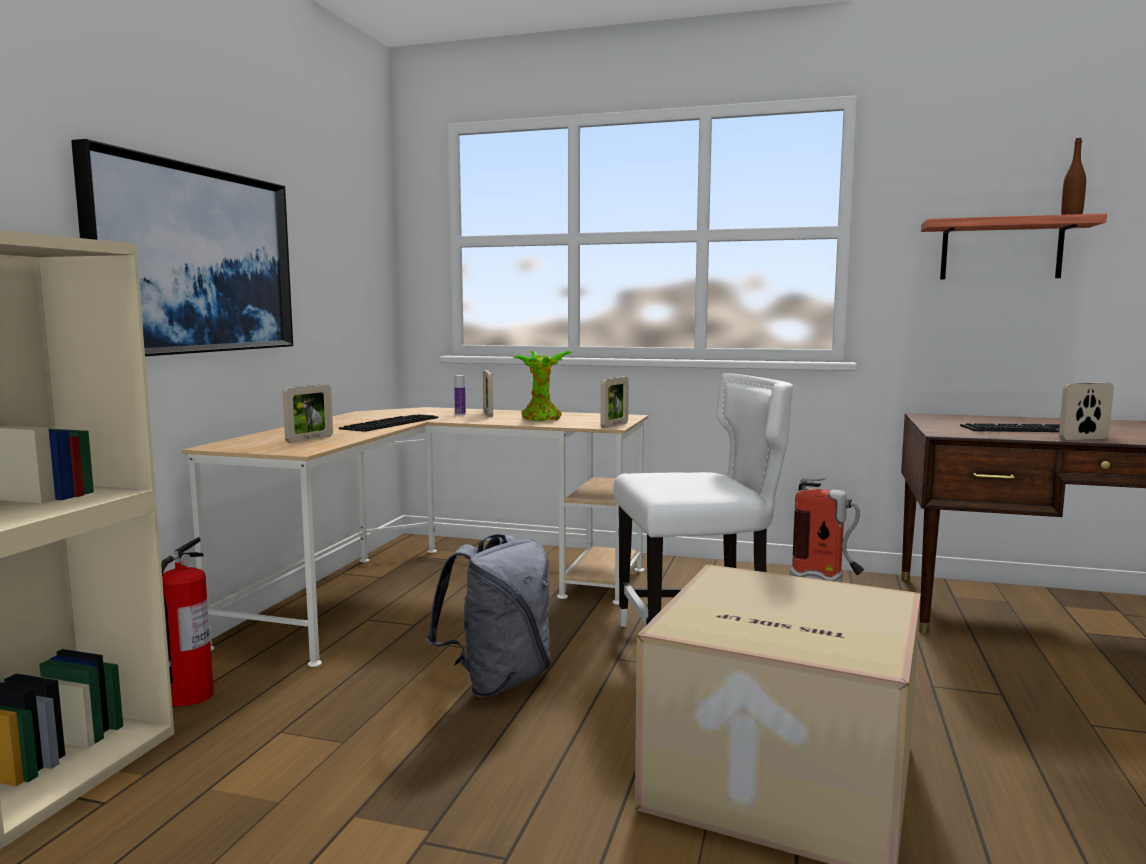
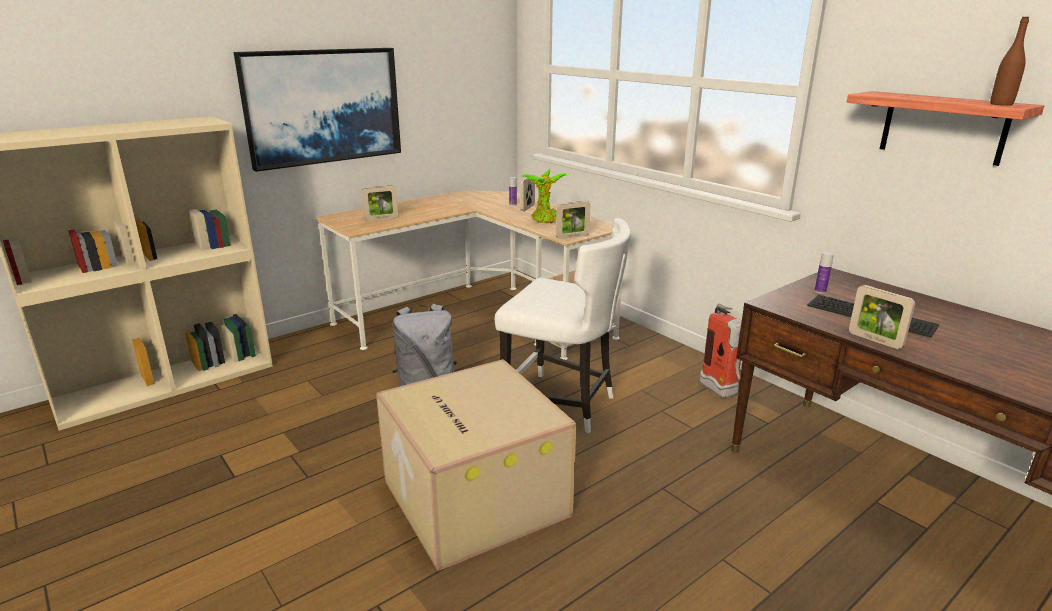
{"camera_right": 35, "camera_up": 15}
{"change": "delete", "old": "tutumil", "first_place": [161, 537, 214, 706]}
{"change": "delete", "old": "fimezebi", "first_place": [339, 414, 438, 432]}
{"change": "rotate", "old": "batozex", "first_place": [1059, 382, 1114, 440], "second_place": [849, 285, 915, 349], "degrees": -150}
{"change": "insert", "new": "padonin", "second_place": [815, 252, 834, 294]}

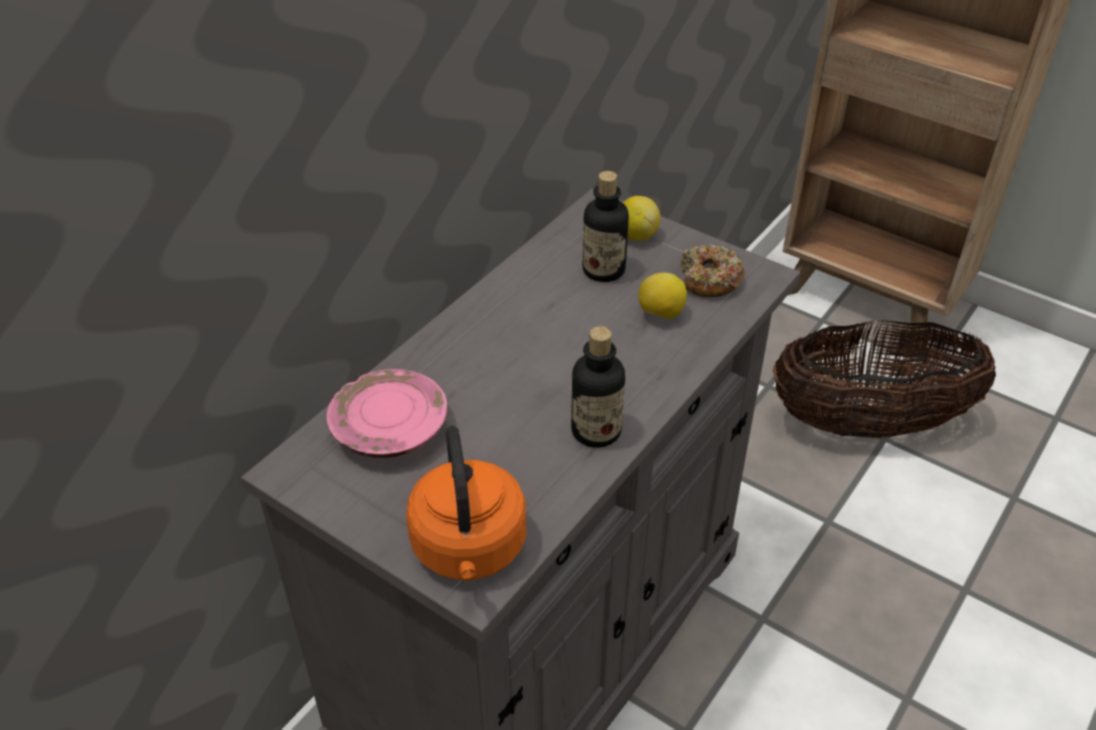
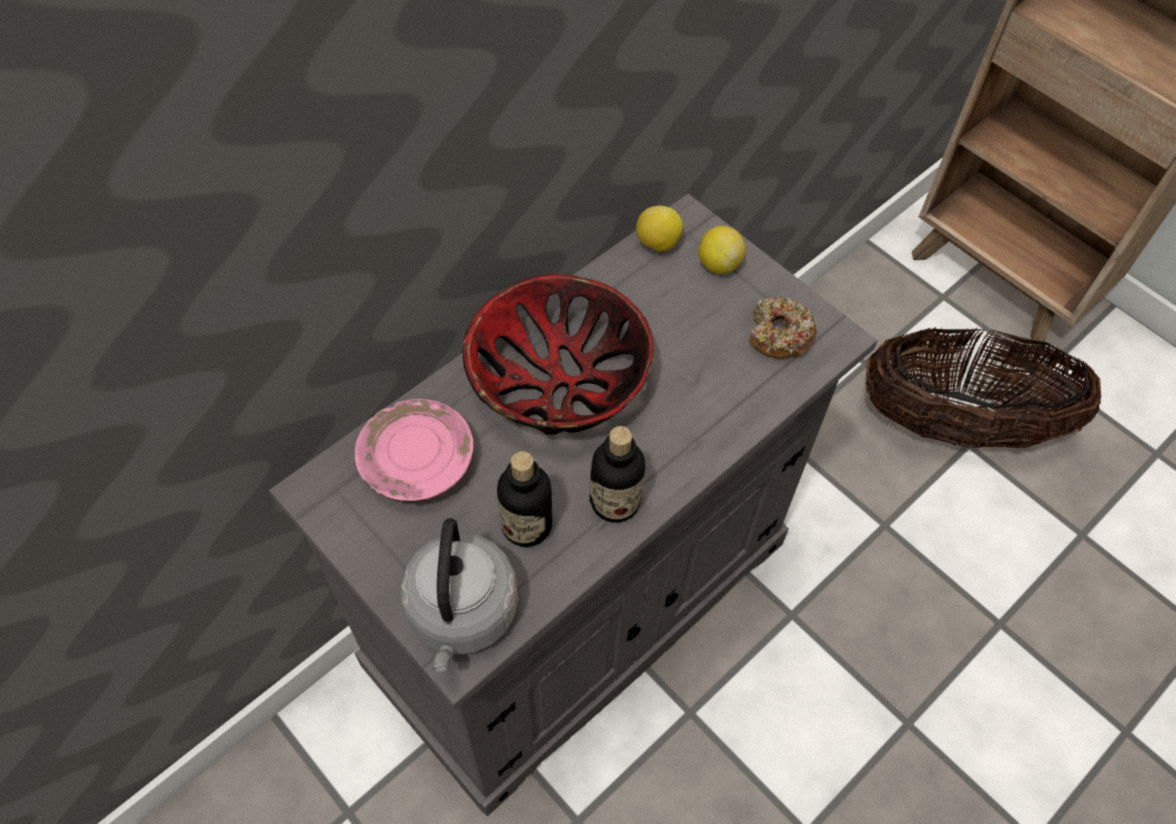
{"camera_right": 10, "camera_up": 15}
{"change": "recolor", "old": "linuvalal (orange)", "new": "linuvalal (grey)", "first_place": [406, 426, 526, 581], "second_place": [401, 518, 518, 671]}
{"change": "move", "old": "padonin", "first_place": [582, 171, 629, 282], "second_place": [497, 451, 552, 547]}
{"change": "move", "old": "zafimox", "first_place": [638, 273, 687, 319], "second_place": [636, 206, 683, 252]}
{"change": "insert", "new": "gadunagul", "second_place": [463, 274, 654, 435]}

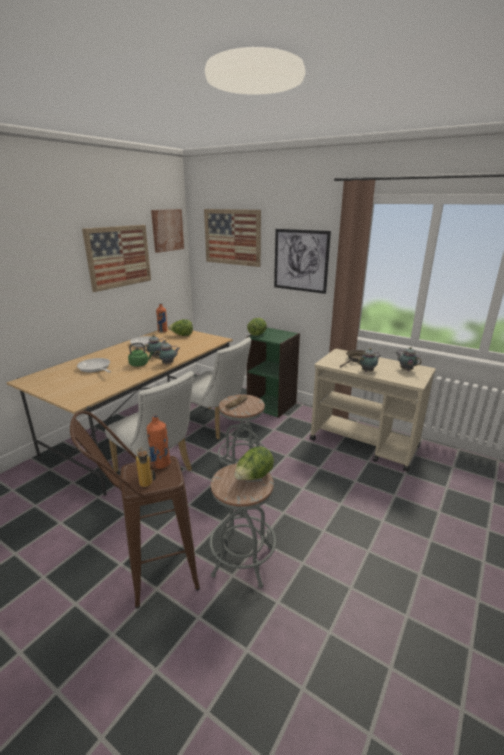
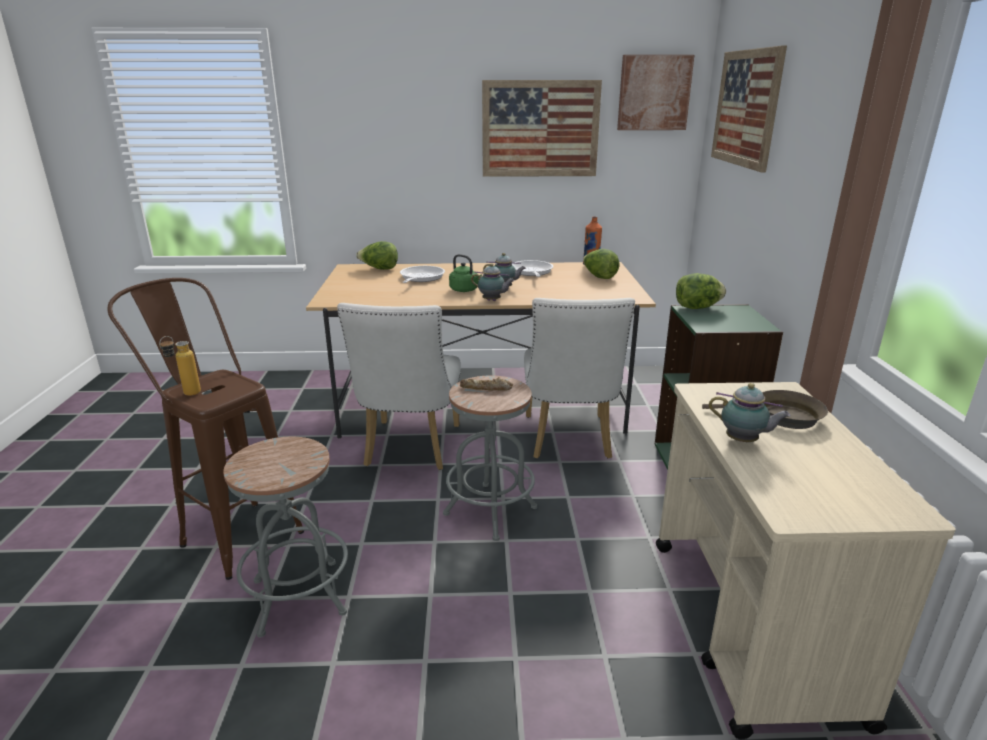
{"camera_right": 55, "camera_up": 0}
{"change": "delete", "old": "padonin (orange)", "first_place": [147, 415, 171, 469]}
{"change": "move", "old": "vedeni", "first_place": [234, 446, 274, 480], "second_place": [356, 241, 398, 270]}
{"change": "delete", "old": "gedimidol", "first_place": [274, 229, 331, 294]}
{"change": "delete", "old": "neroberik", "first_place": [396, 347, 422, 371]}

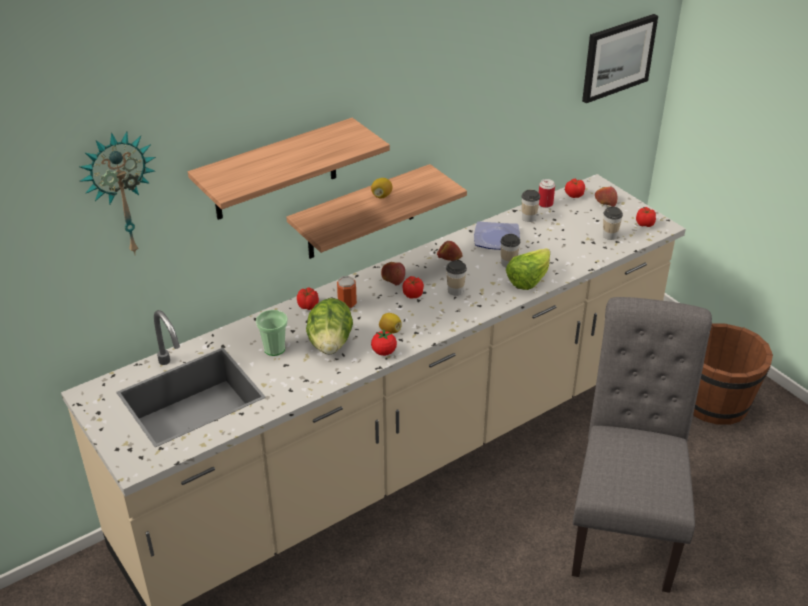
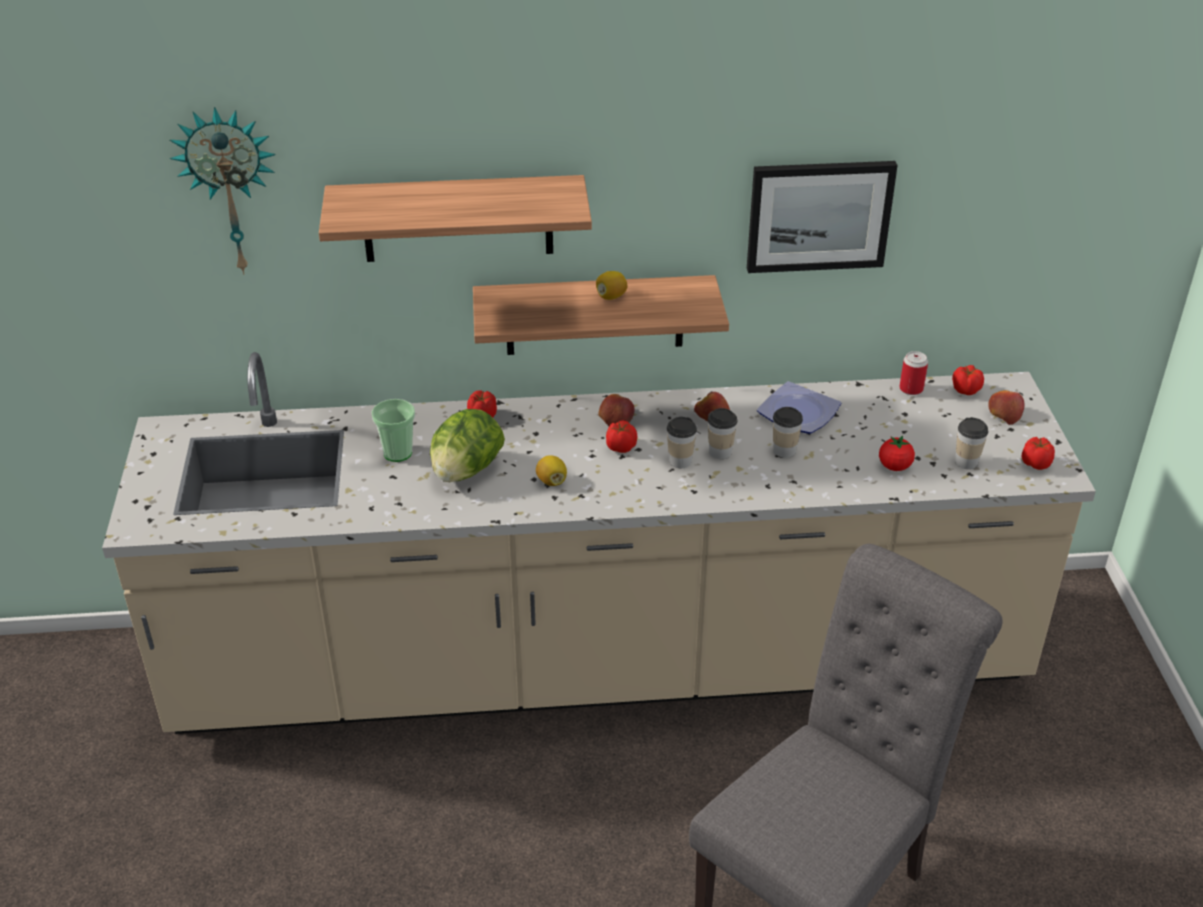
{"camera_right": 30, "camera_up": 0}
{"change": "delete", "old": "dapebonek", "first_place": [337, 276, 357, 309]}
{"change": "move", "old": "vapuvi", "first_place": [371, 329, 397, 356], "second_place": [879, 435, 915, 471]}
{"change": "delete", "old": "vedeni", "first_place": [506, 248, 550, 290]}
{"change": "move", "old": "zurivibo", "first_place": [522, 190, 540, 222], "second_place": [708, 408, 738, 459]}
{"change": "move", "old": "gedimidol", "first_place": [582, 14, 658, 103], "second_place": [747, 161, 898, 273]}
{"change": "delete", "old": "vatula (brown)", "first_place": [693, 323, 773, 425]}

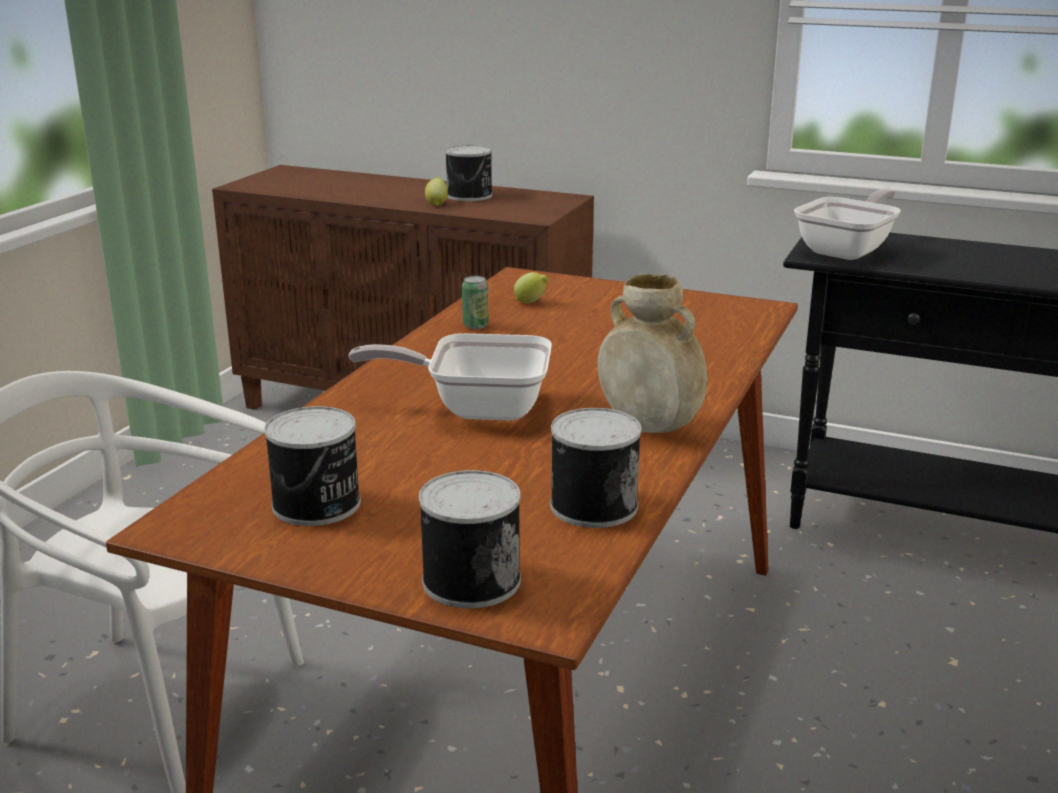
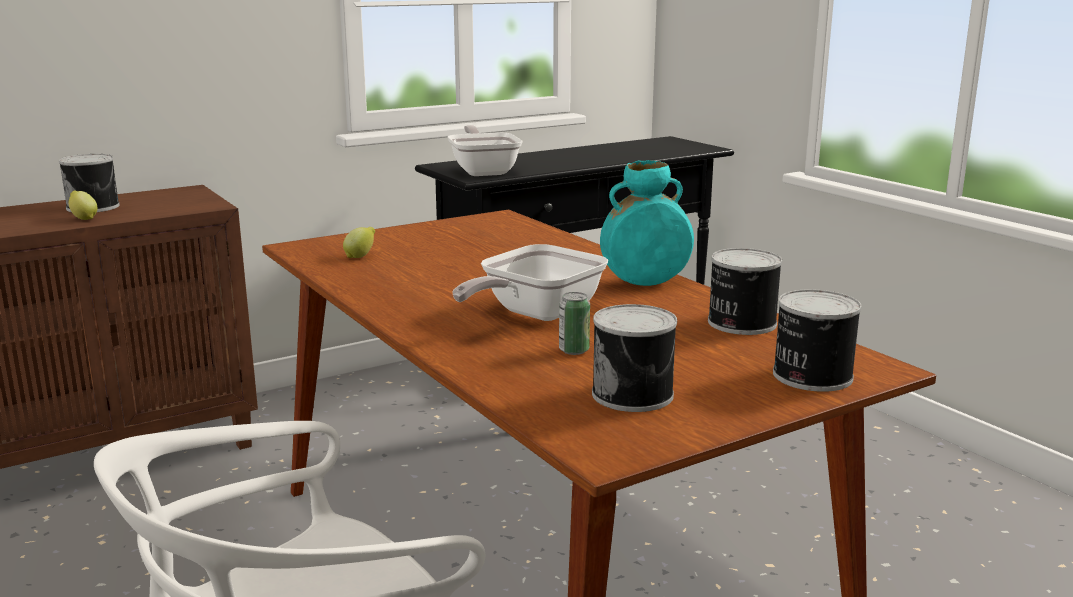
{"camera_right": -55, "camera_up": -5}
{"change": "move", "old": "dapebonek", "first_place": [462, 276, 489, 329], "second_place": [559, 292, 590, 355]}
{"change": "recolor", "old": "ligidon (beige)", "new": "ligidon (turquoise)", "first_place": [597, 273, 708, 433], "second_place": [600, 160, 694, 286]}

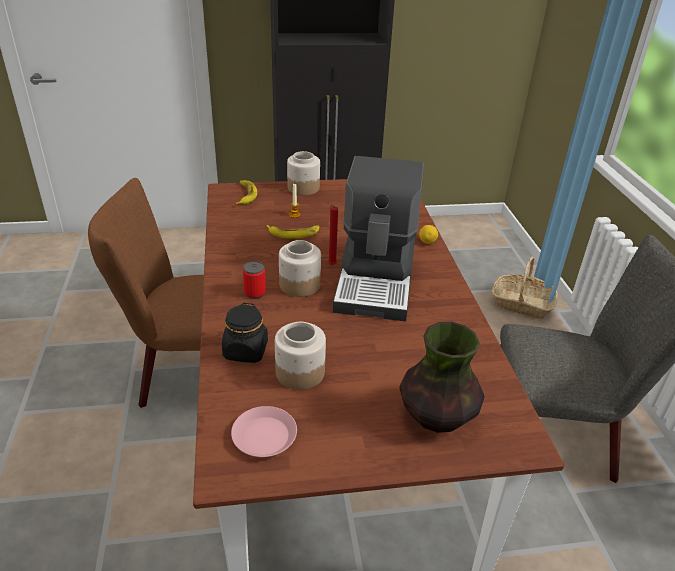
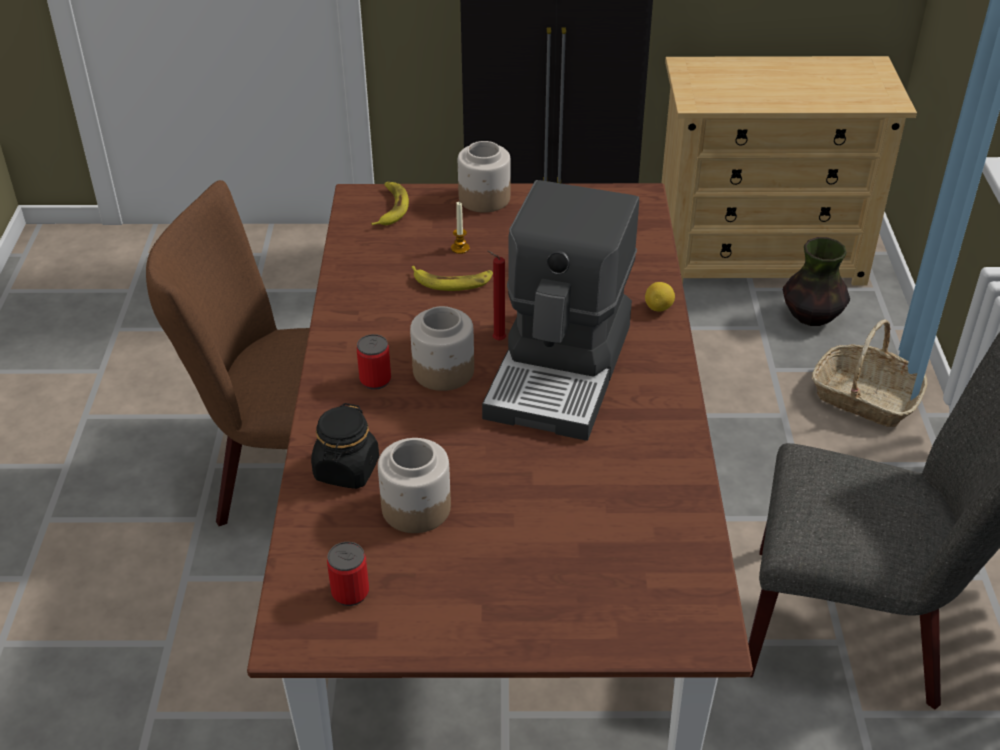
{"camera_right": 10, "camera_up": 5}
{"change": "replace", "old": "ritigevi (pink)", "new": "dapebonek", "first_place": [231, 406, 297, 457], "second_place": [327, 542, 369, 606]}
{"change": "move", "old": "ligidon", "first_place": [400, 322, 485, 433], "second_place": [783, 237, 850, 326]}
{"change": "insert", "new": "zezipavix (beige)", "second_place": [662, 56, 917, 286]}

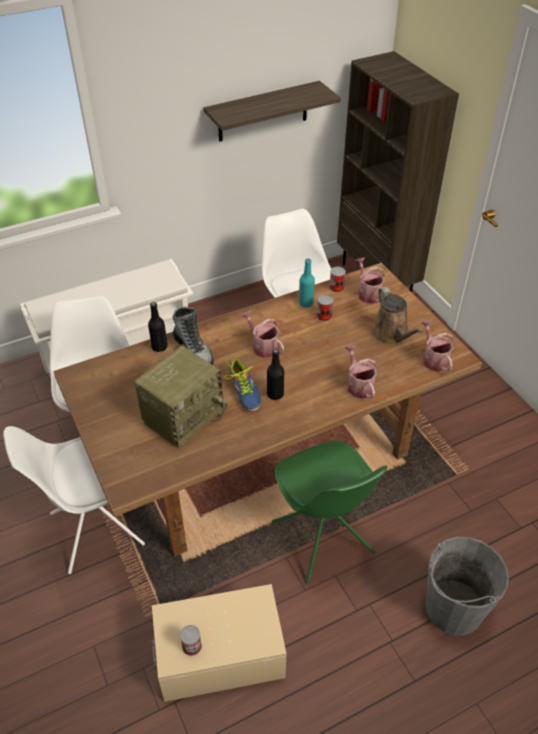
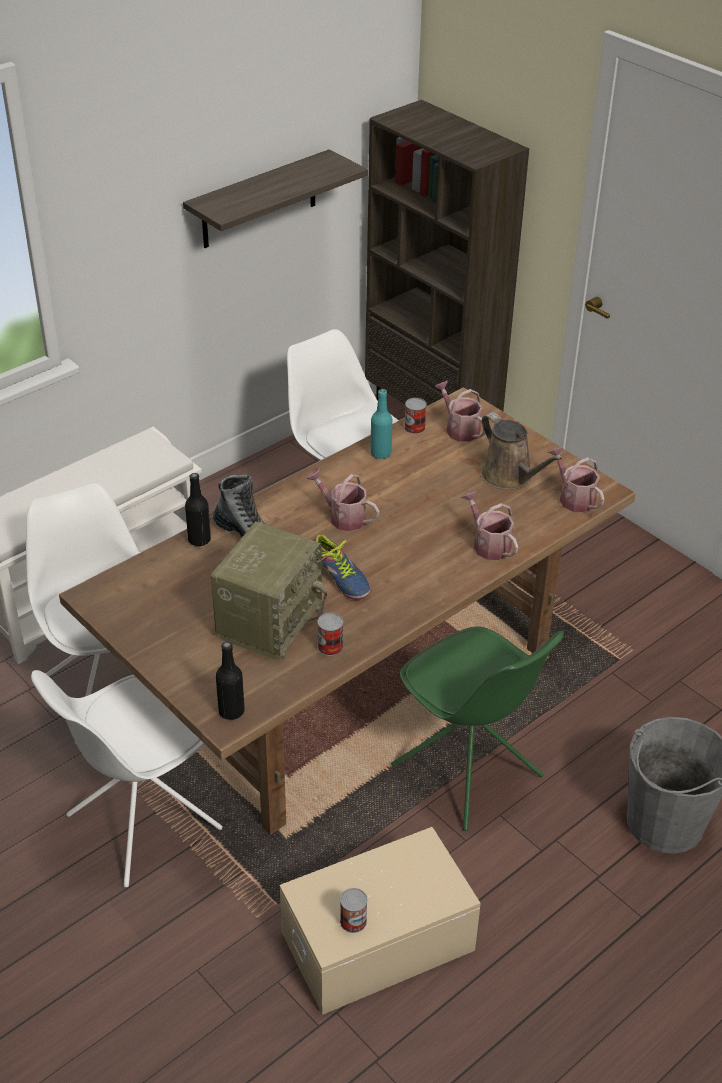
{"camera_right": -15, "camera_up": -5}
{"change": "move", "old": "padonin (black)", "first_place": [267, 349, 284, 400], "second_place": [216, 642, 245, 720]}
{"change": "move", "old": "dapebonek", "first_place": [317, 294, 333, 321], "second_place": [318, 613, 343, 656]}

